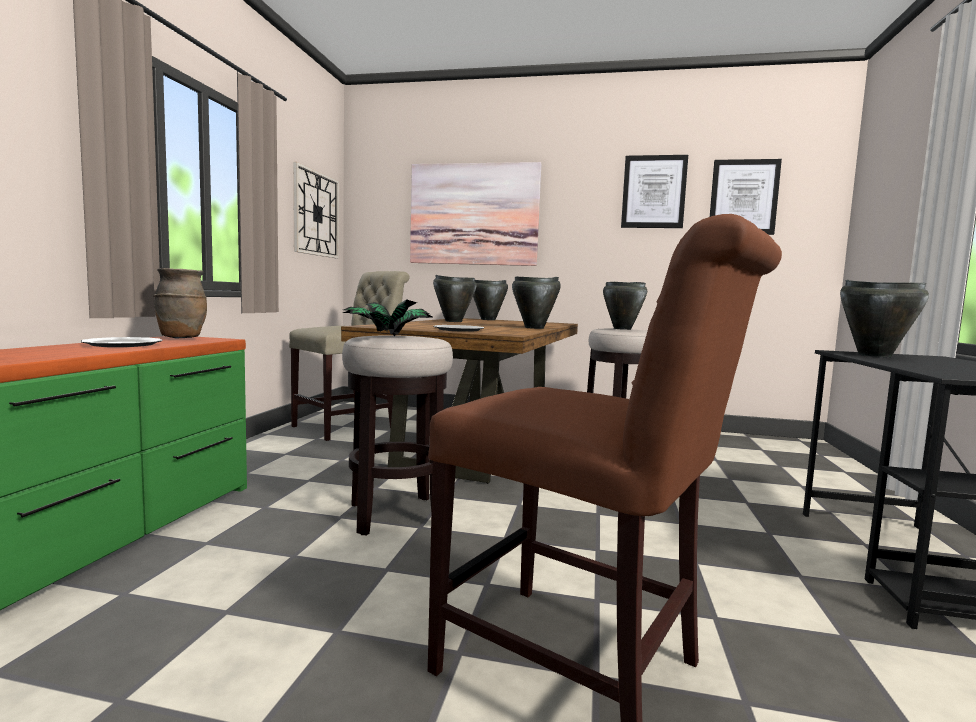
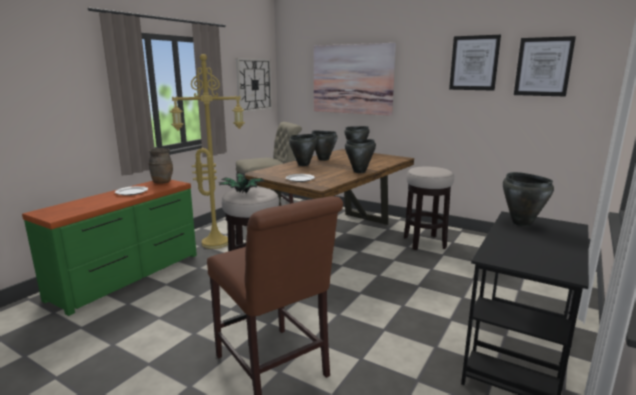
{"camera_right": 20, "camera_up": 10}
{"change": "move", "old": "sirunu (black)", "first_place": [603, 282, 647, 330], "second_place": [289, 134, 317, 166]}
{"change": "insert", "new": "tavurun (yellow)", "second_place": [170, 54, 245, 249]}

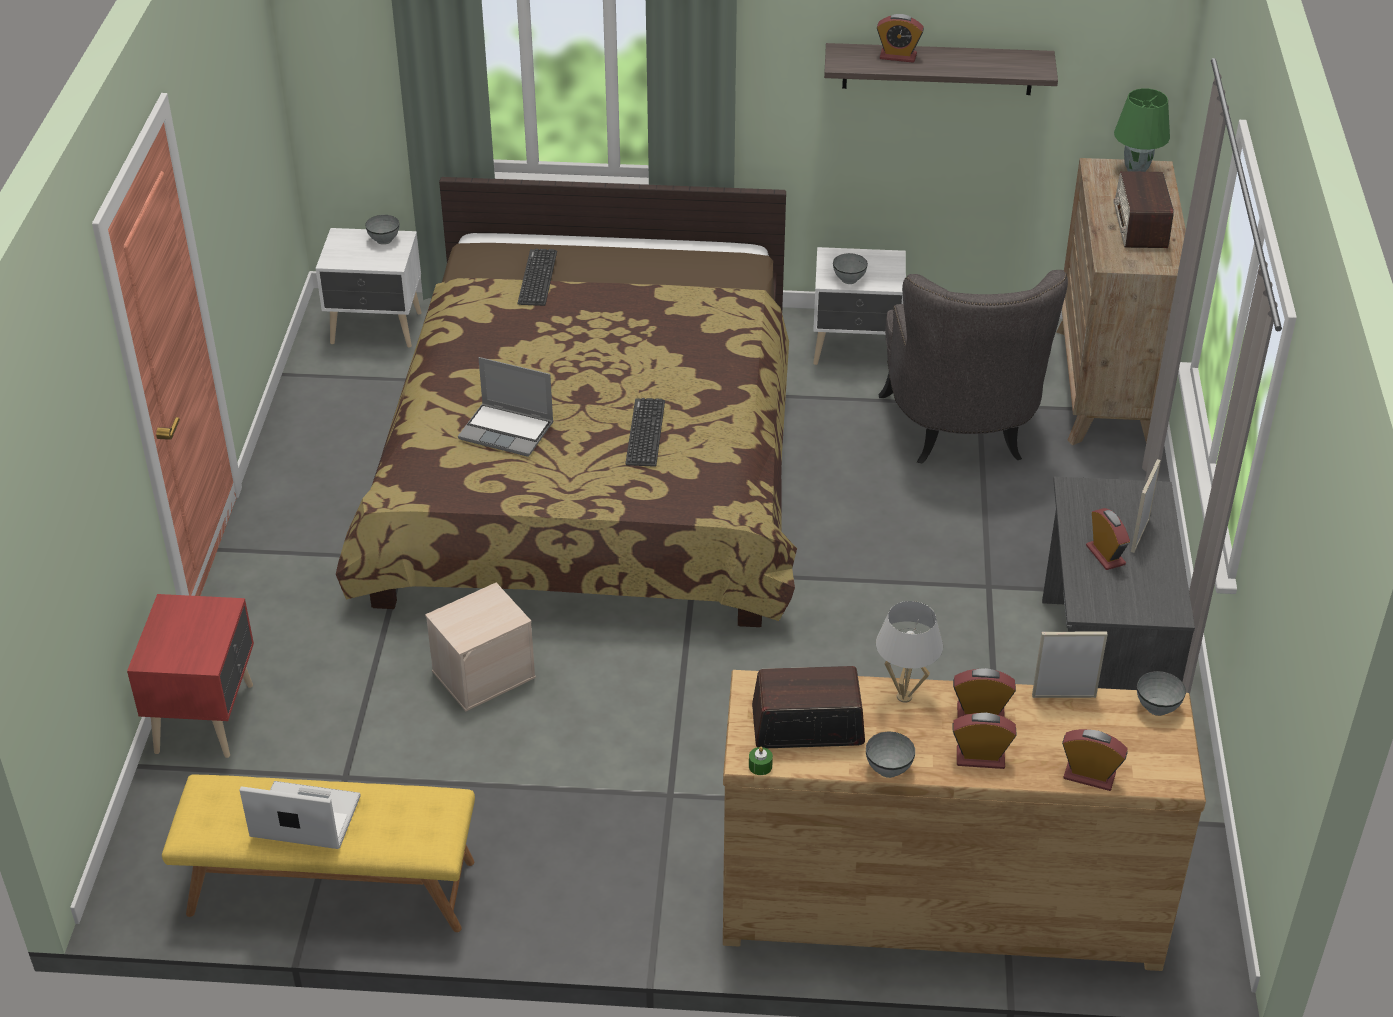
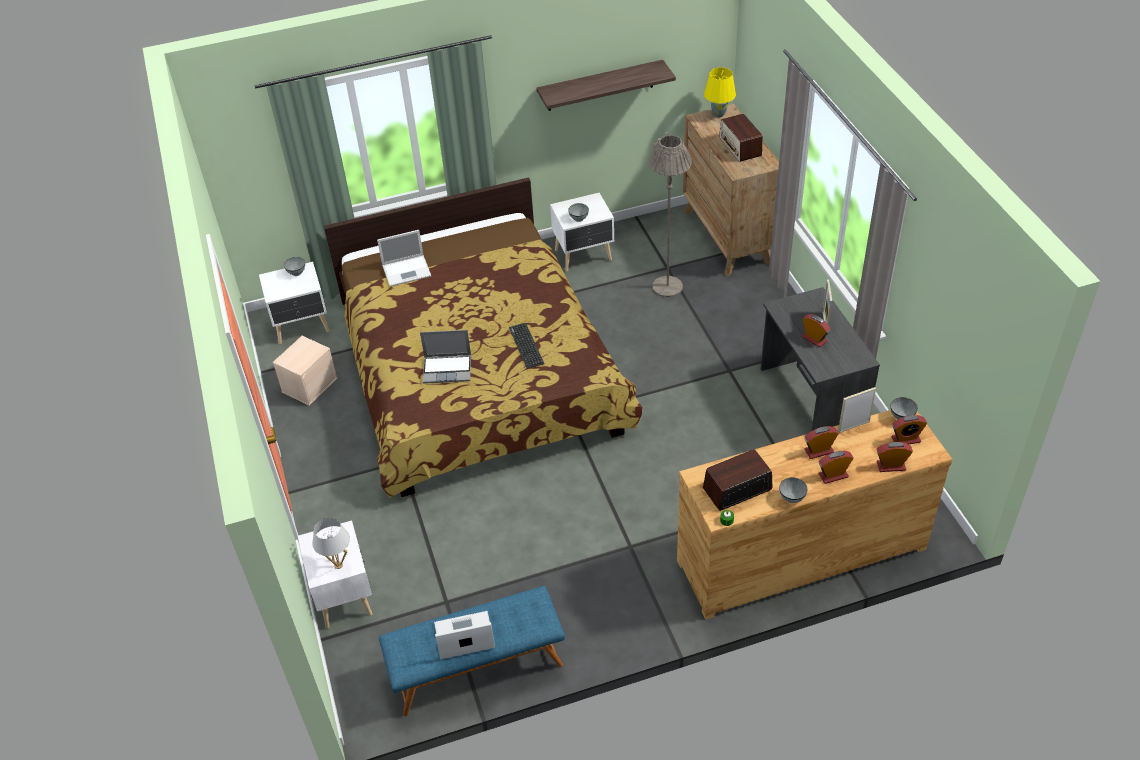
{"camera_right": -20, "camera_up": 5}
{"change": "recolor", "old": "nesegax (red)", "new": "nesegax (white)", "first_place": [127, 594, 254, 758], "second_place": [298, 521, 372, 629]}
{"change": "recolor", "old": "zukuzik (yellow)", "new": "zukuzik (blue)", "first_place": [162, 774, 475, 932], "second_place": [379, 586, 565, 716]}
{"change": "move", "old": "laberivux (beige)", "first_place": [425, 583, 536, 712], "second_place": [273, 336, 338, 406]}
{"change": "replace", "old": "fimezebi", "new": "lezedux", "first_place": [517, 249, 557, 306], "second_place": [377, 230, 431, 287]}
{"change": "move", "old": "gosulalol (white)", "first_place": [876, 601, 943, 703], "second_place": [312, 518, 350, 569]}
{"change": "move", "old": "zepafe", "first_place": [877, 14, 924, 63], "second_place": [892, 415, 927, 444]}
{"change": "replace", "old": "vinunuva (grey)", "new": "tavurun (grey)", "first_place": [879, 270, 1068, 463], "second_place": [649, 133, 692, 297]}
{"change": "recolor", "old": "gosulalol (green)", "new": "gosulalol (yellow)", "first_place": [1114, 88, 1170, 172], "second_place": [704, 67, 736, 117]}

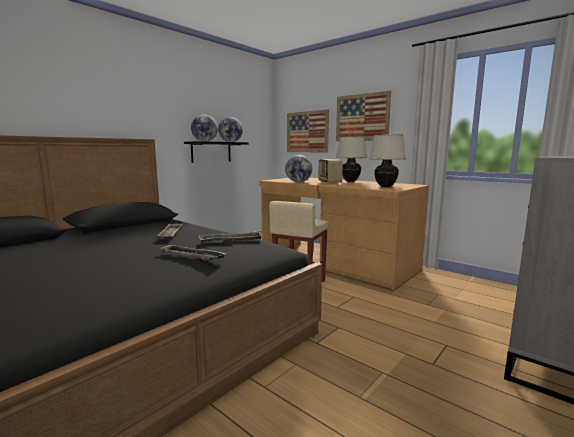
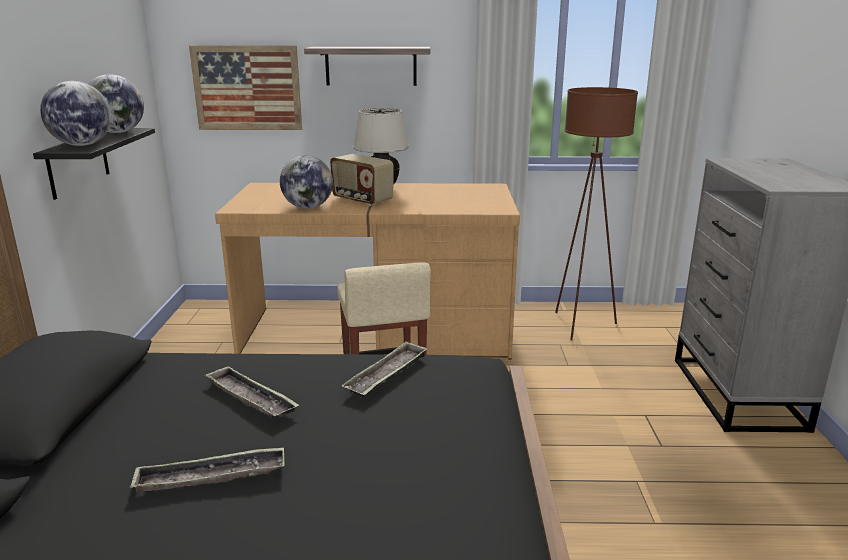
{"camera_right": -40, "camera_up": 10}
{"change": "move", "old": "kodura", "first_place": [159, 245, 226, 260], "second_place": [130, 447, 285, 493]}
{"change": "replace", "old": "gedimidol", "new": "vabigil", "first_place": [336, 91, 391, 141], "second_place": [304, 47, 430, 86]}
{"change": "delete", "old": "gosulalol (beige)", "first_place": [369, 134, 406, 187]}
{"change": "insert", "new": "tavurun (brown)", "second_place": [555, 87, 638, 340]}

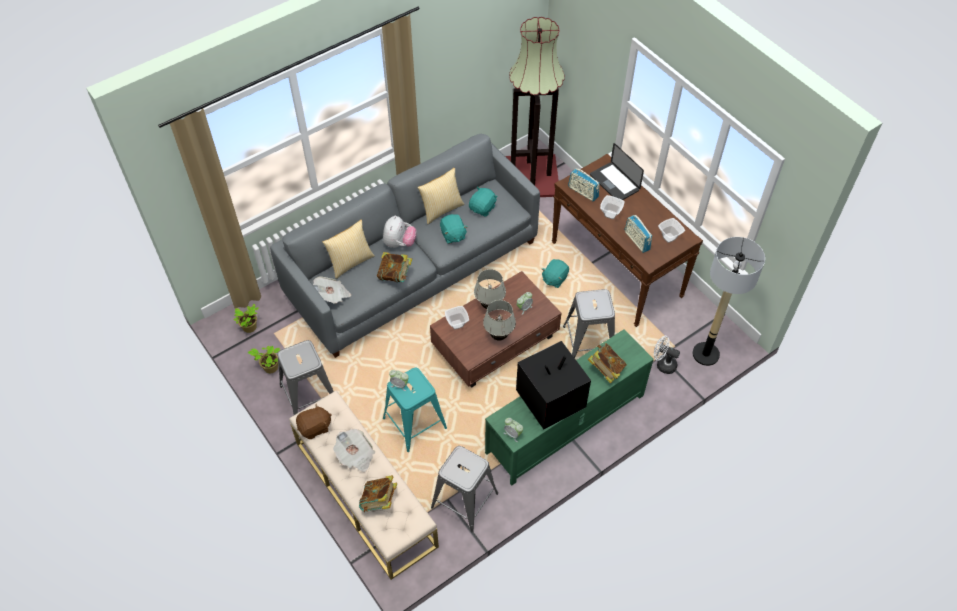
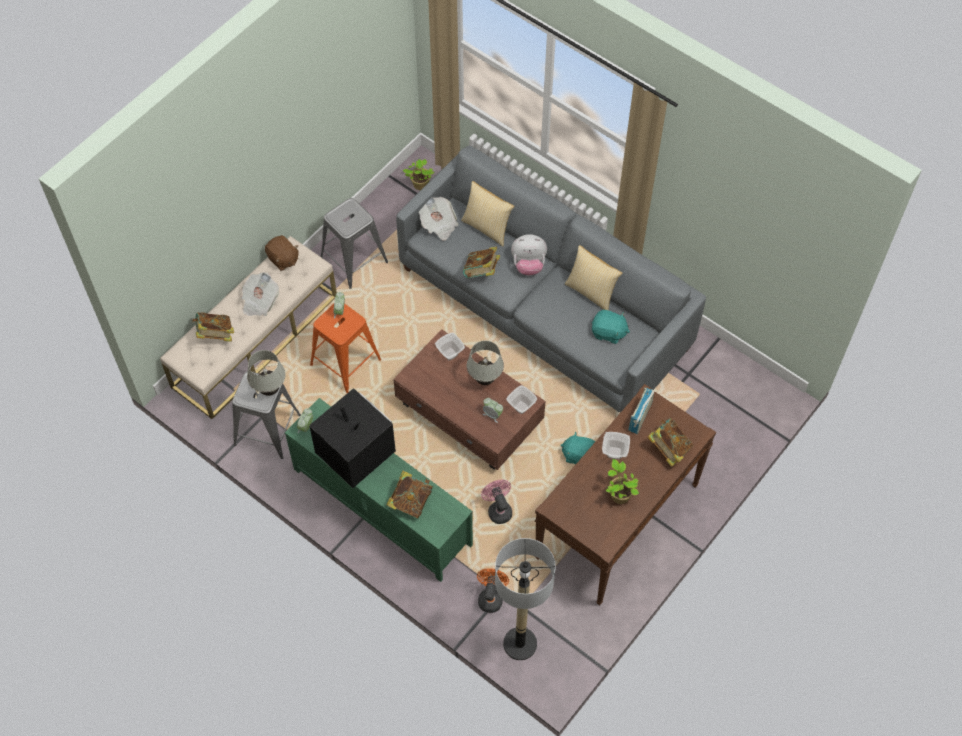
{"camera_right": 75, "camera_up": 5}
{"change": "move", "old": "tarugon", "first_place": [248, 346, 280, 373], "second_place": [606, 459, 639, 504]}
{"change": "recolor", "old": "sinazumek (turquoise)", "new": "sinazumek (orange)", "first_place": [383, 368, 447, 452], "second_place": [310, 303, 381, 393]}
{"change": "delete", "old": "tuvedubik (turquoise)", "first_place": [440, 214, 468, 244]}
{"change": "move", "old": "gosulalol (white)", "first_place": [483, 300, 516, 341], "second_place": [247, 350, 286, 396]}
{"change": "delete", "old": "tavurun", "first_place": [505, 17, 565, 197]}
{"change": "replace", "old": "sinazumek (grey)", "new": "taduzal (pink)", "first_place": [563, 289, 615, 358], "second_place": [481, 480, 512, 524]}
{"change": "replace", "old": "lezedux", "new": "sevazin", "first_place": [590, 143, 644, 200], "second_place": [647, 418, 693, 467]}
{"change": "delete", "old": "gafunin", "first_place": [624, 215, 652, 253]}
{"change": "recolor", "old": "taduzal (white)", "new": "taduzal (orange)", "first_place": [654, 336, 680, 374], "second_place": [477, 569, 509, 613]}
{"change": "move", "old": "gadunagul", "first_place": [658, 218, 685, 243], "second_place": [506, 385, 537, 414]}

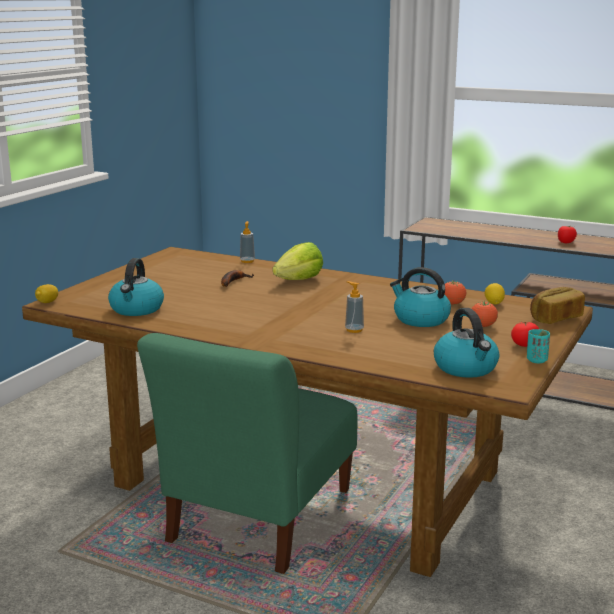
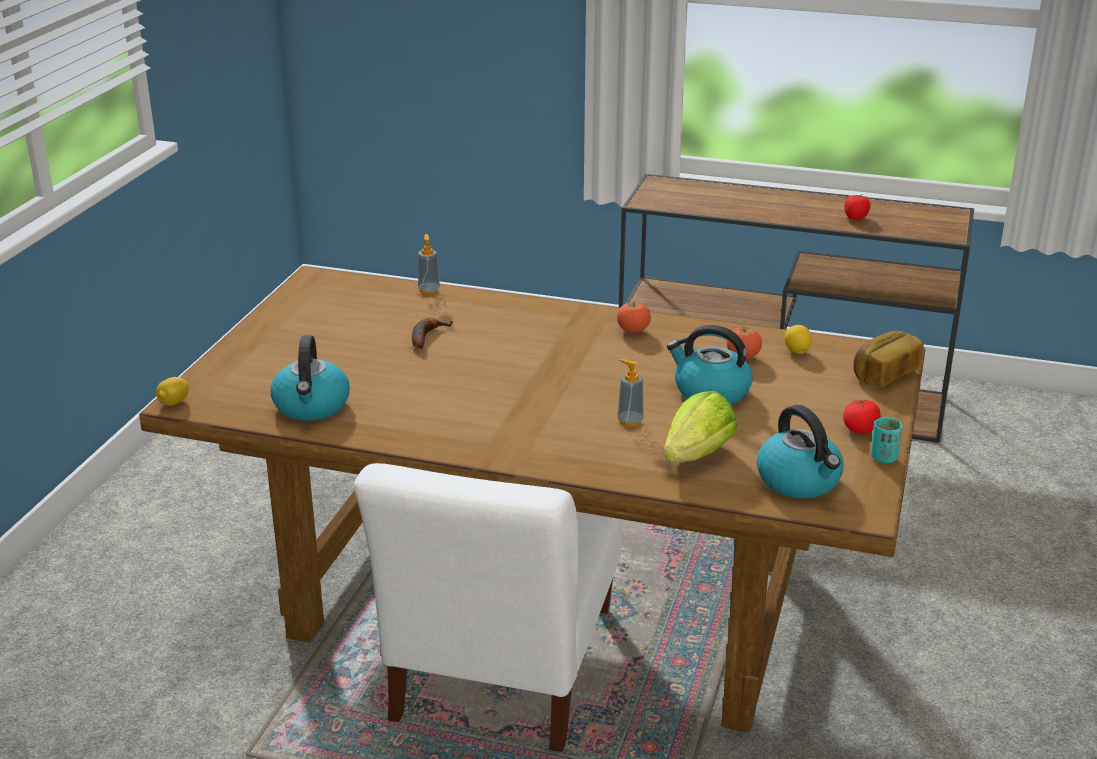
{"camera_right": -10, "camera_up": 10}
{"change": "recolor", "old": "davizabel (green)", "new": "davizabel (white)", "first_place": [137, 333, 358, 574], "second_place": [354, 463, 622, 752]}
{"change": "move", "old": "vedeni", "first_place": [272, 242, 323, 280], "second_place": [663, 391, 737, 463]}
{"change": "move", "old": "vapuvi", "first_place": [471, 301, 498, 327], "second_place": [617, 301, 651, 333]}

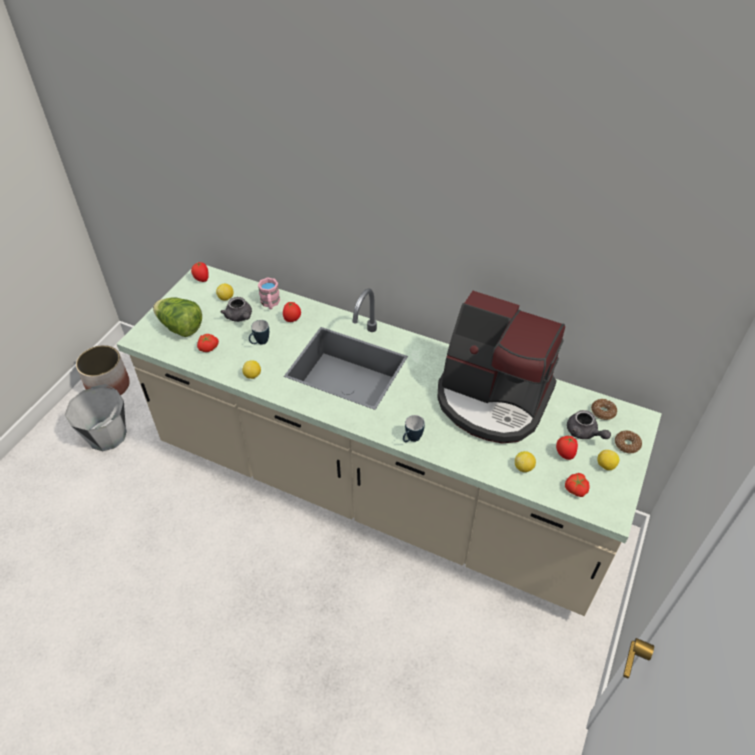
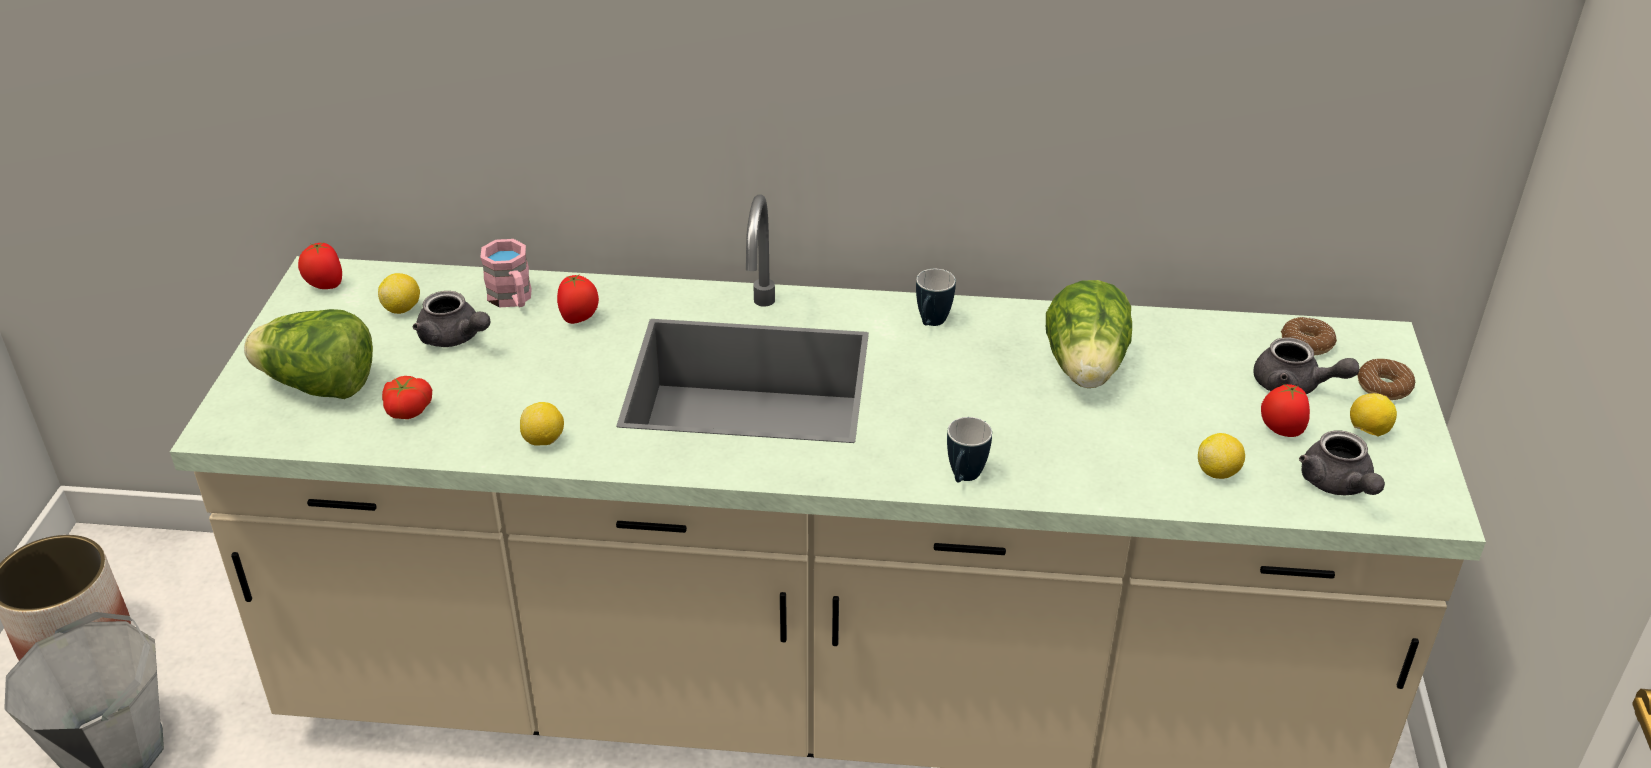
{"camera_right": -20, "camera_up": -10}
{"change": "move", "old": "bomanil", "first_place": [249, 320, 269, 345], "second_place": [916, 269, 956, 326]}
{"change": "replace", "old": "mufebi", "new": "vedeni", "first_place": [438, 291, 565, 444], "second_place": [1046, 280, 1132, 388]}
{"change": "replace", "old": "vapuvi", "new": "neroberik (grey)", "first_place": [565, 473, 590, 497], "second_place": [1299, 430, 1385, 495]}

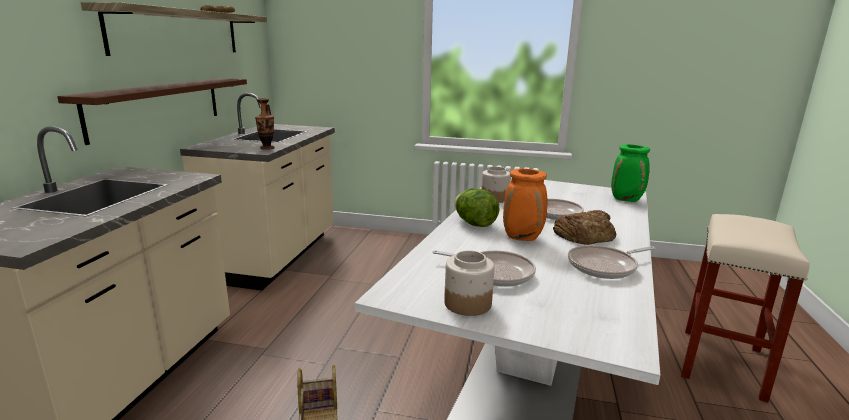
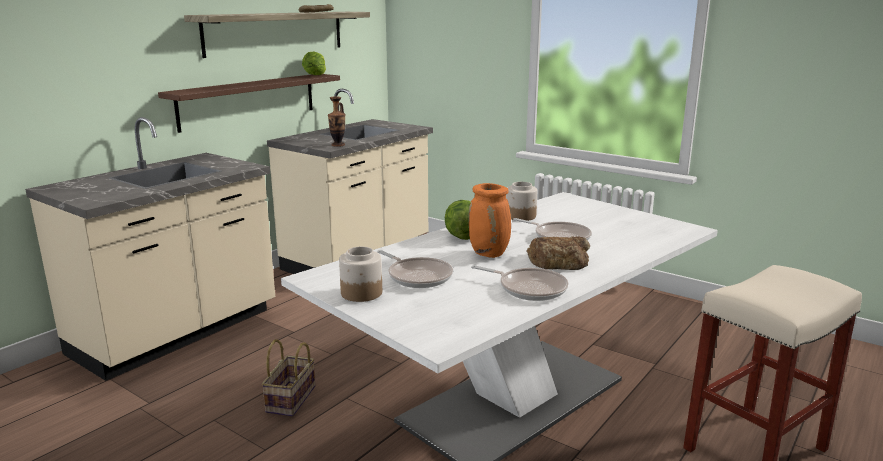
{"camera_right": 25, "camera_up": 0}
{"change": "rotate", "old": "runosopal", "first_place": [568, 245, 655, 279], "second_place": [471, 265, 568, 301], "degrees": -150}
{"change": "delete", "old": "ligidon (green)", "first_place": [611, 144, 650, 202]}
{"change": "insert", "new": "vedeni", "second_place": [302, 51, 326, 75]}

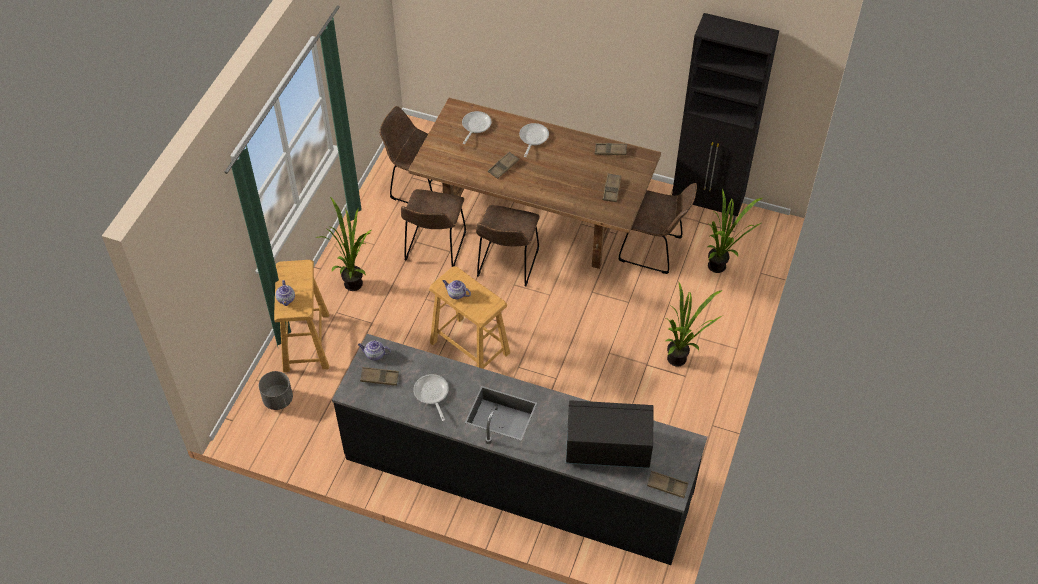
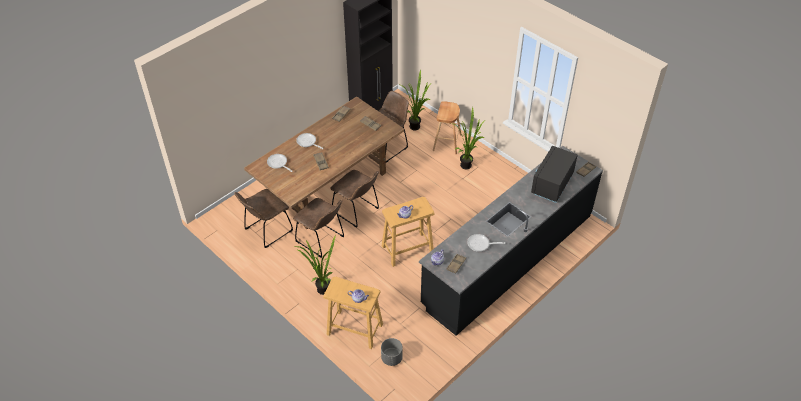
{"camera_right": -65, "camera_up": -5}
{"change": "insert", "new": "sinazumek (brown)", "second_place": [433, 101, 461, 154]}

